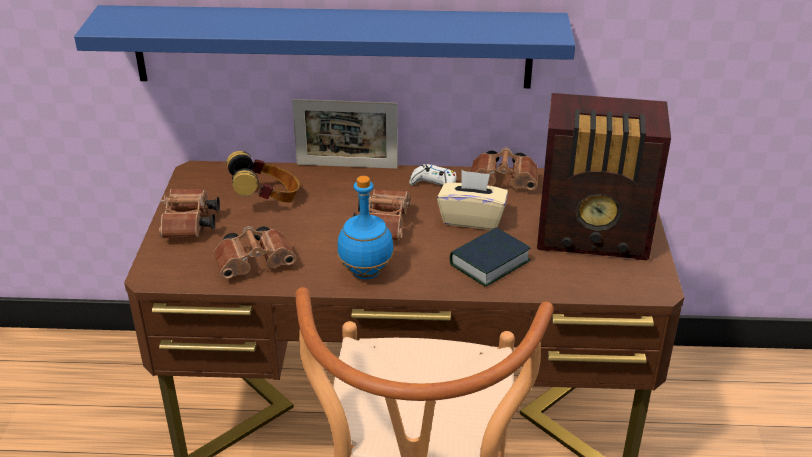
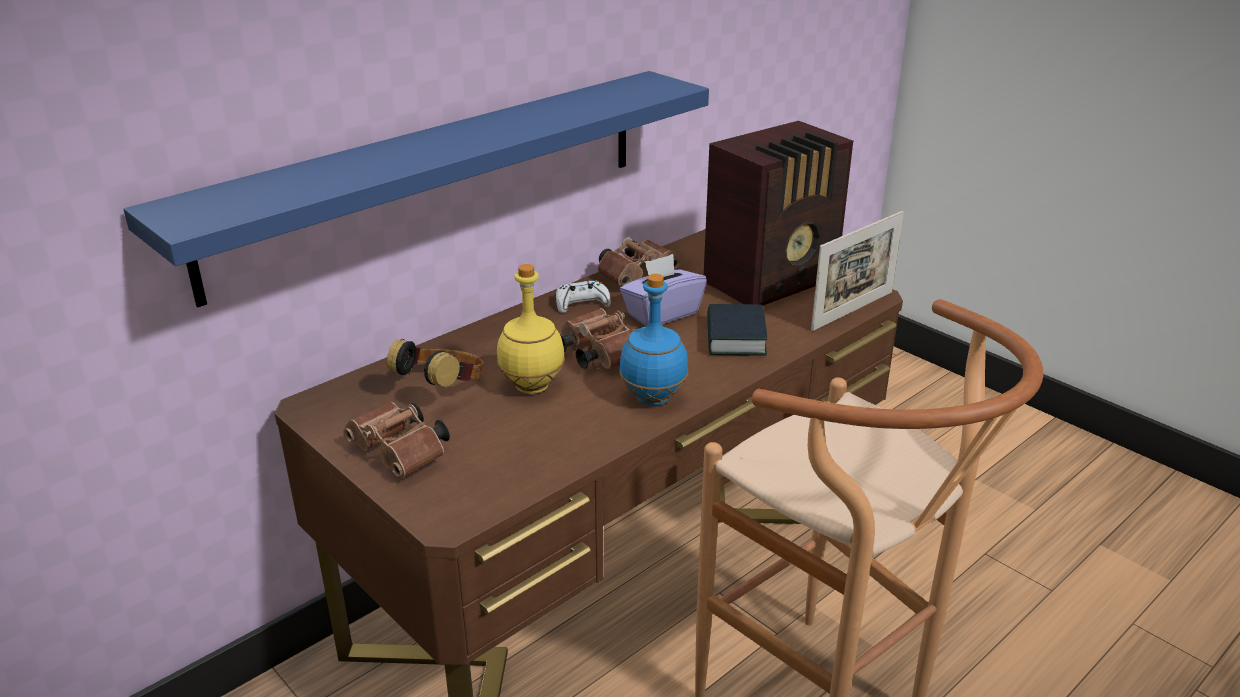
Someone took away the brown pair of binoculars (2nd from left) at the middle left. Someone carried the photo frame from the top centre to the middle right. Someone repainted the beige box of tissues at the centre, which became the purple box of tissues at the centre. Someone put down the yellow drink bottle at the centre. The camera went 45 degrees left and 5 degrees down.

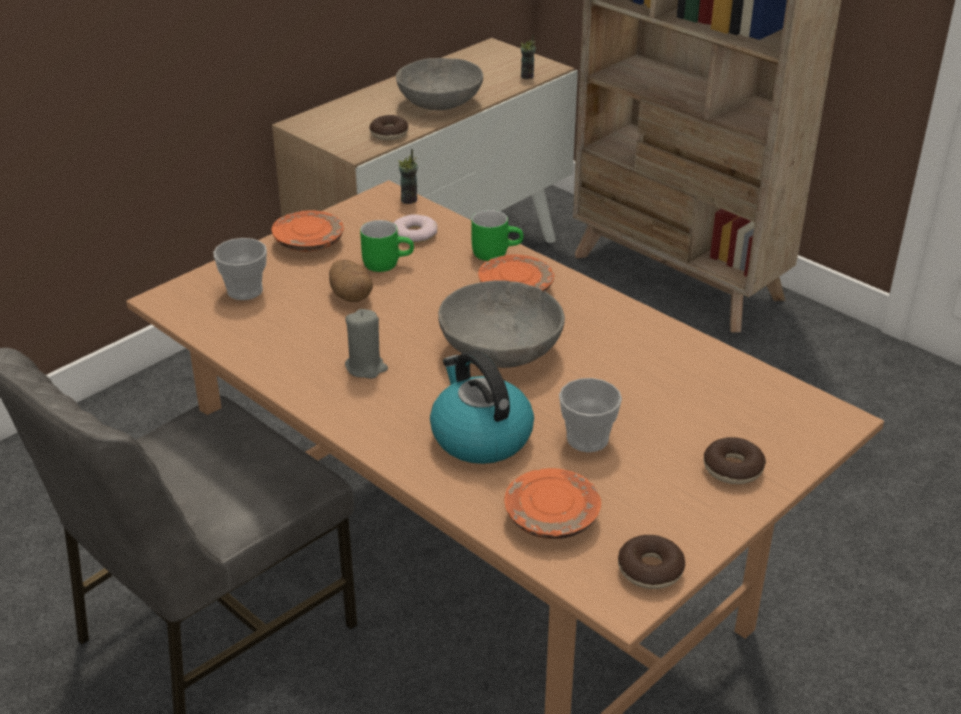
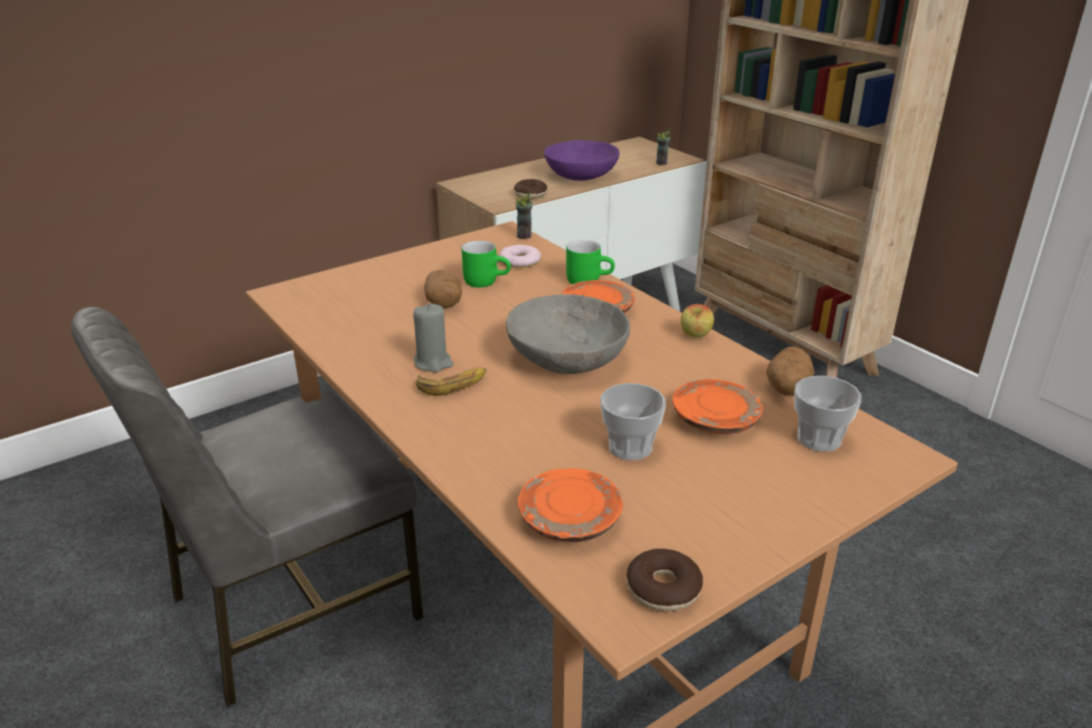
Someone carried the drinking cup (1st from left in the first image) from the middle left to the middle right. Someone carried the orangey dinner plate (1st from left in the first image) from the top left to the centre. Someone repainted the gray bowl (1st from left) at the top centre, which became the purple bowl at the top centre. Someone took away the kettle at the centre. Someone took away the ring doughnut (4th from left) at the middle right. Someone put down the banana at the centre. Someone put down the whole apple at the centre. Someone put down the whole potato (2nd from left) at the middle right. The camera went 10 degrees right and 5 degrees down.

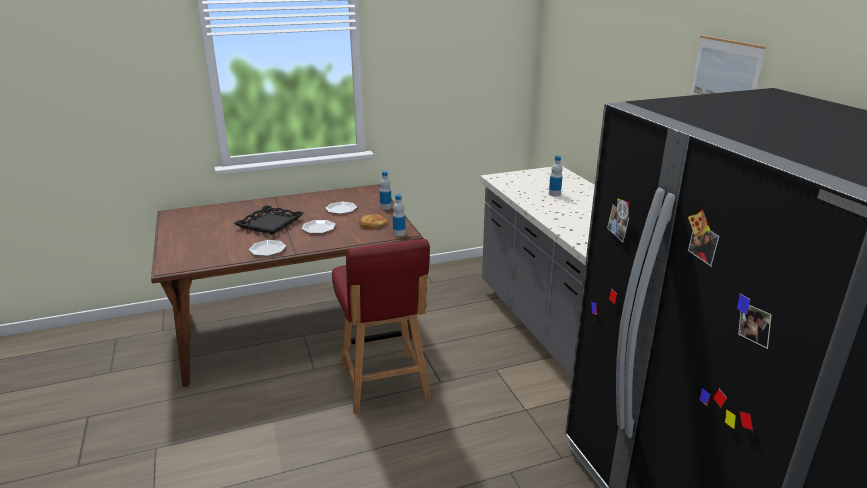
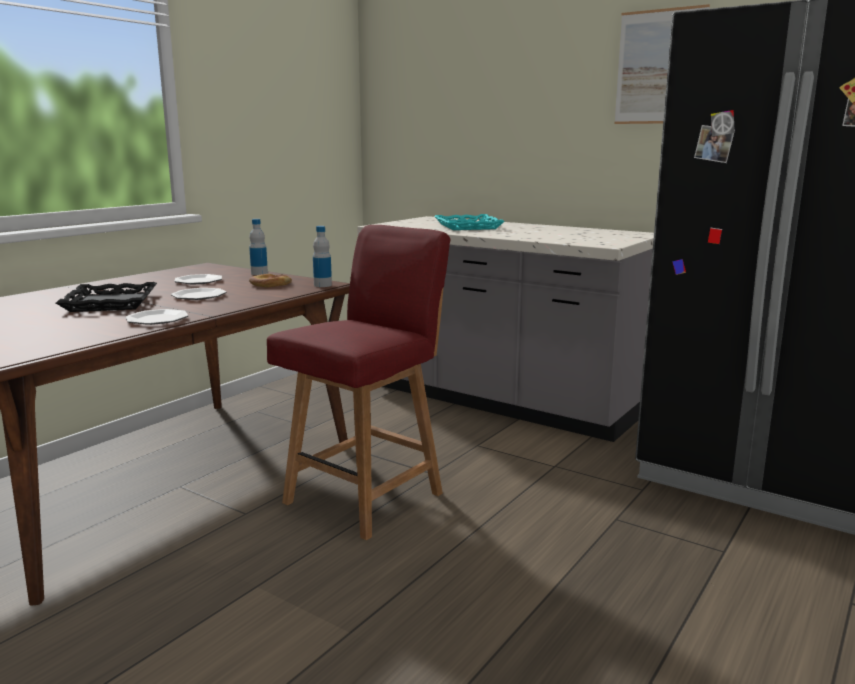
Someone rotated the red-coloured upright chair at the bottom centre by 90 degrees counterclockwise. Someone swapped the drink bottle (3rd from left) at the centre for the blue-green serving tray at the top centre. The camera went 35 degrees left and 10 degrees down.

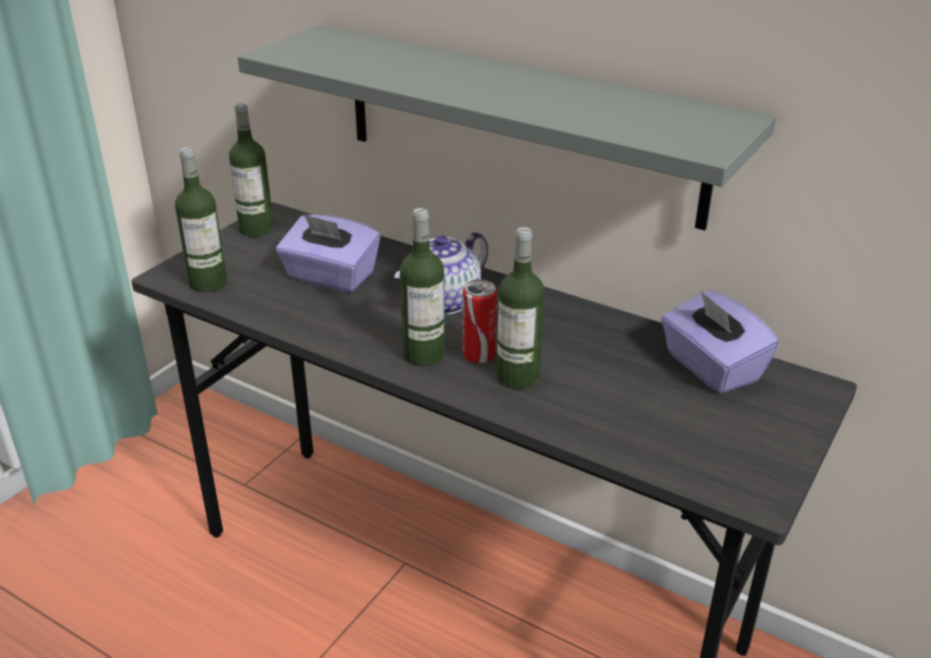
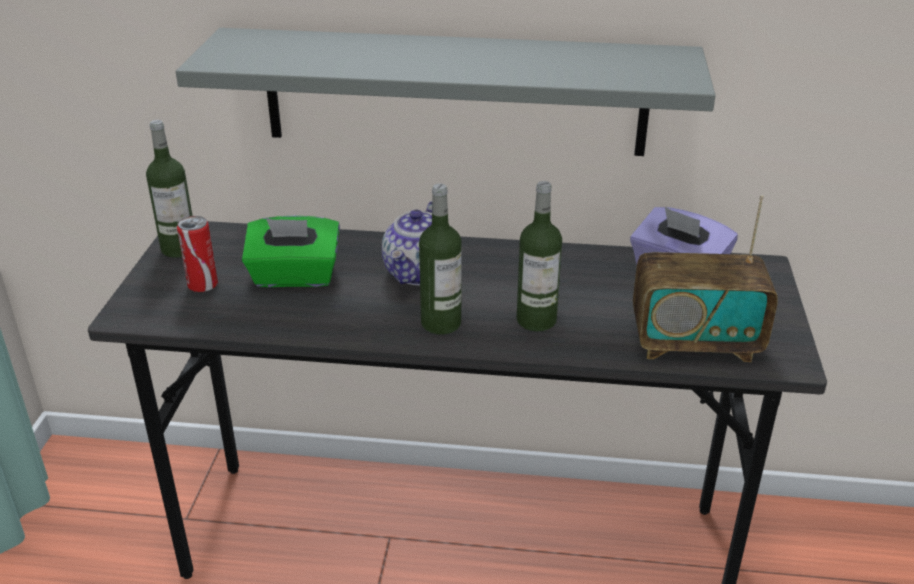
Someone took away the drink bottle (1st from left) at the top left. Someone repainted the purple box of tissues (1st from left) at the centre, which became the green-coloured box of tissues at the middle left. Someone carried the sealed can from the centre to the middle left. Someone put down the radio receiver at the middle right. The camera went 25 degrees left and 0 degrees up.

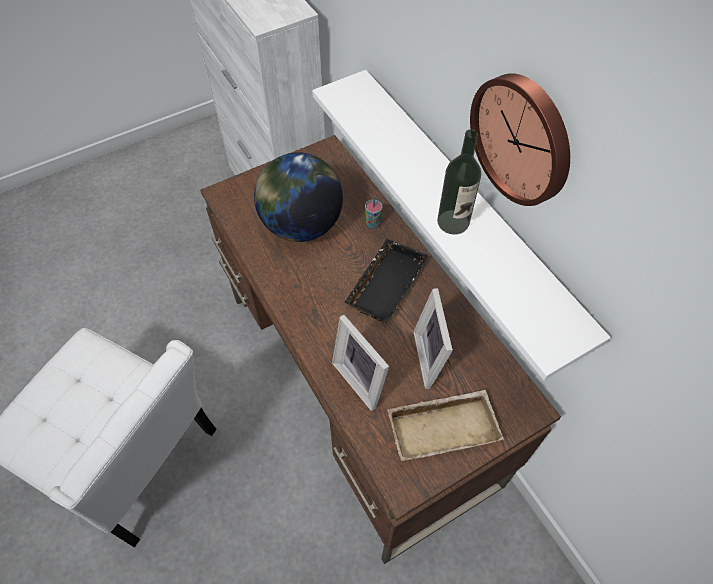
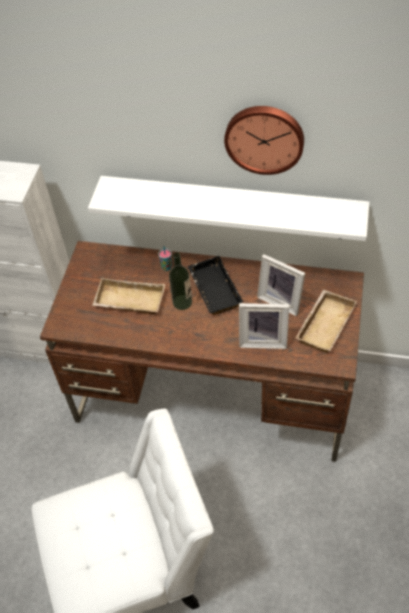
Someone swapped the world globe at the centre for the beige serving tray (1st from left) at the middle left. Someone carried the drink bottle from the top centre to the centre. The camera went 45 degrees left and 5 degrees down.

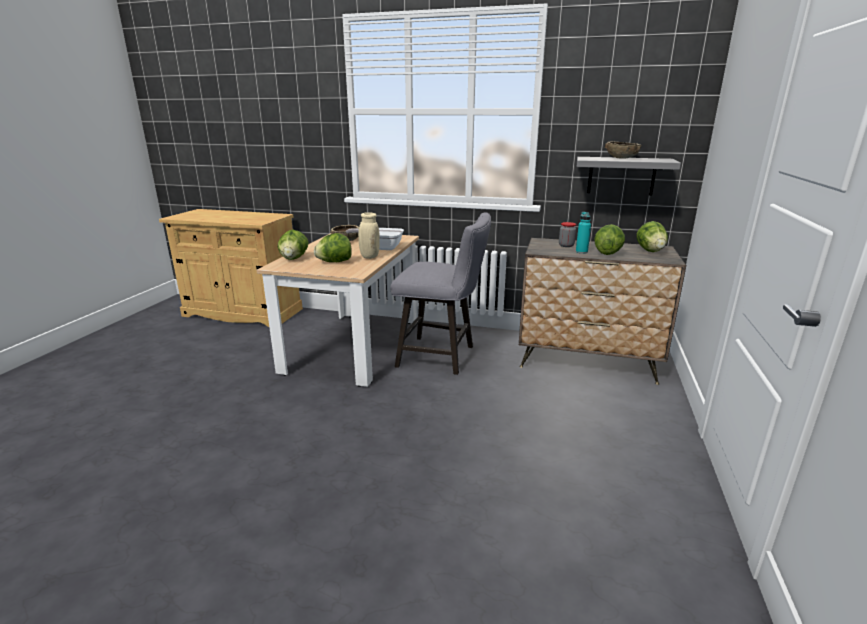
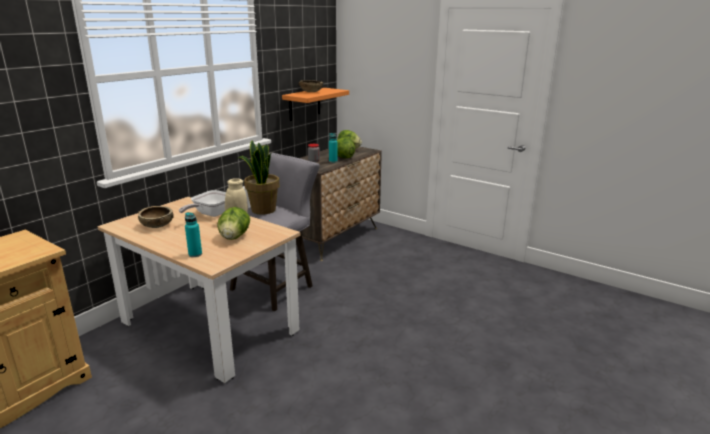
Someone swapped the lettuce (1st from left) at the centre for the blue-green drink bottle (1st from left) at the middle left. Someone repainted the gray wall shelf at the top right, which became the orangey wall shelf at the top centre. Someone put down the houseplant at the centre. The camera went 70 degrees left and 0 degrees up.

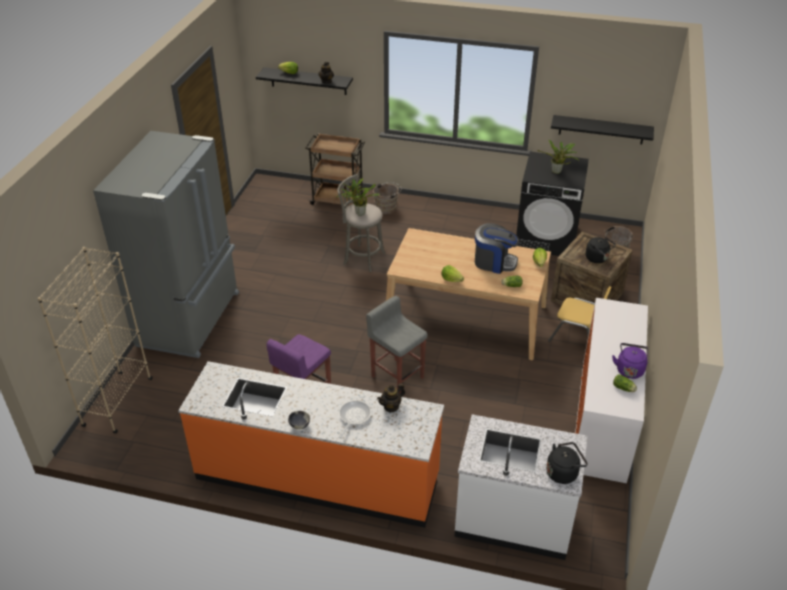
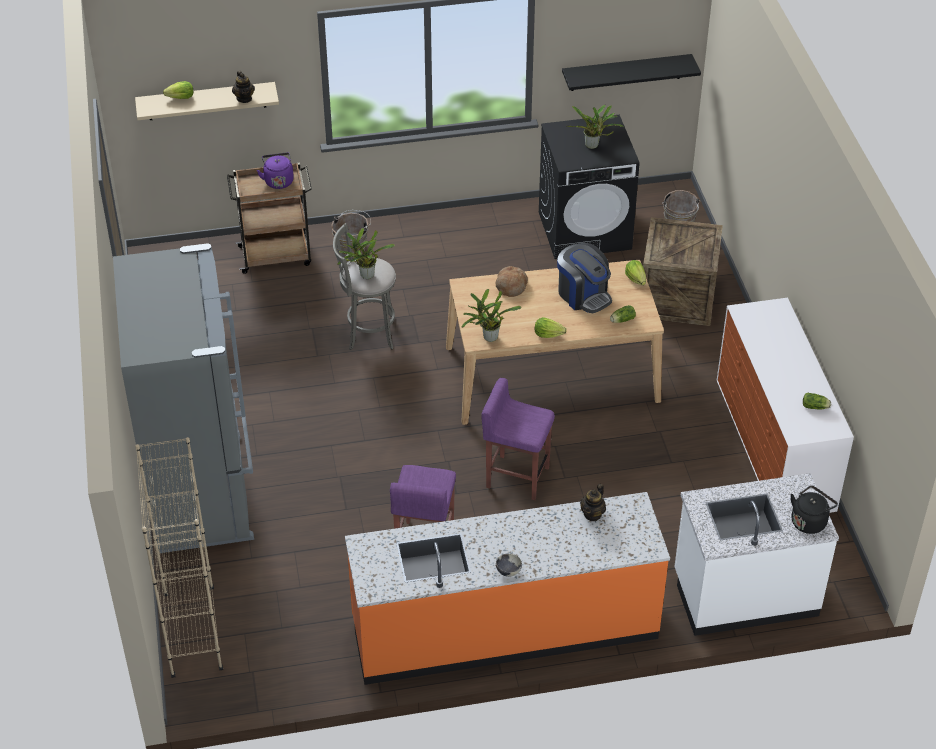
Someone repainted the black-coloured wall shelf (1st from left) at the top centre, which became the beige wall shelf at the top left. Someone took away the frying pan at the bottom centre. Someone repainted the gray stool (2nd from left) at the centre, which became the purple stool (2nd from left) at the centre. Someone rotated the coffee brewer at the centre by 60 degrees clockwise. Someone took away the yellow upright chair at the middle right. Someone took away the black-coloured kettle (2nd from left) at the middle right. Someone carried the purple kettle from the middle right to the top left. Someone put down the houseplant (2nd from left) at the centre. Someone put down the bread at the centre. The camera went 25 degrees left and 5 degrees up.

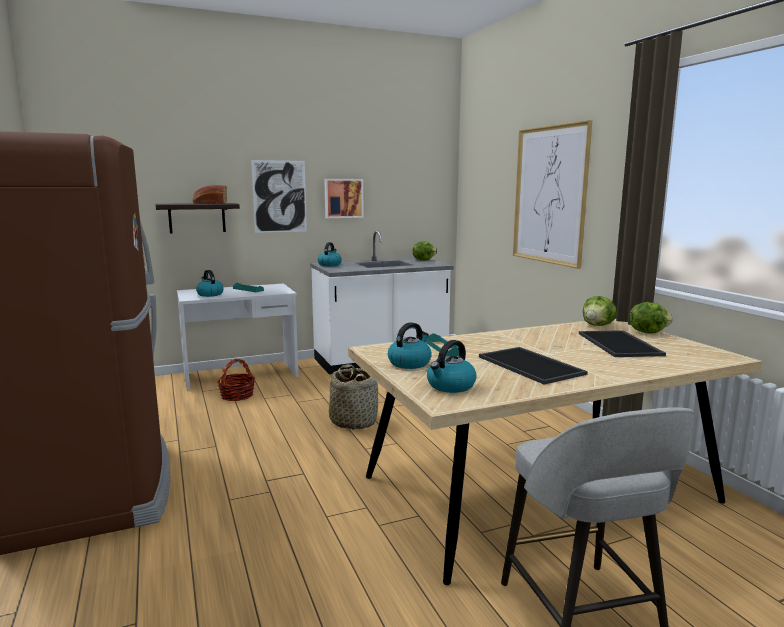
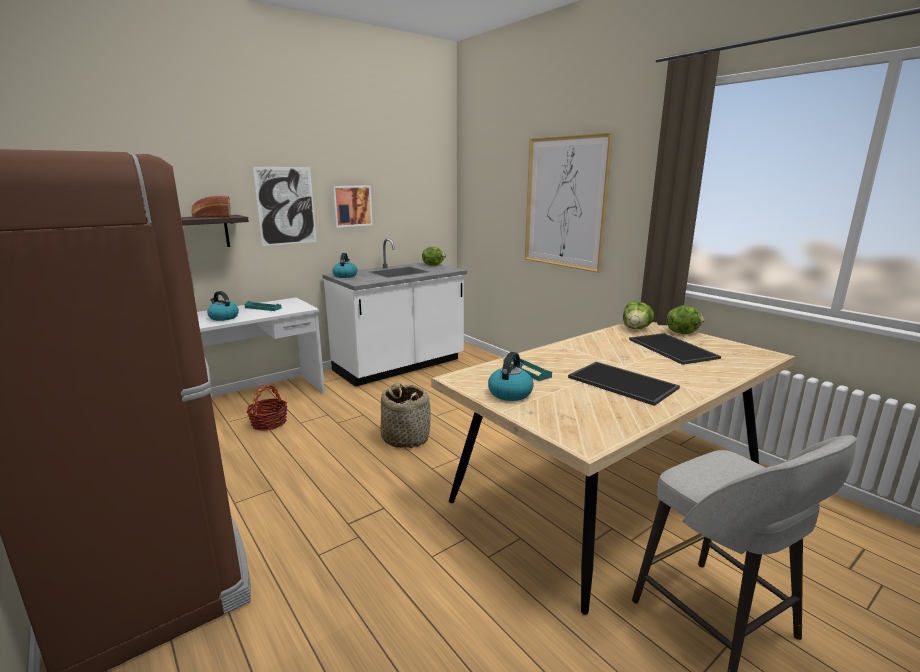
Someone took away the kettle (4th from left) at the centre. The camera went 15 degrees left and 5 degrees up.

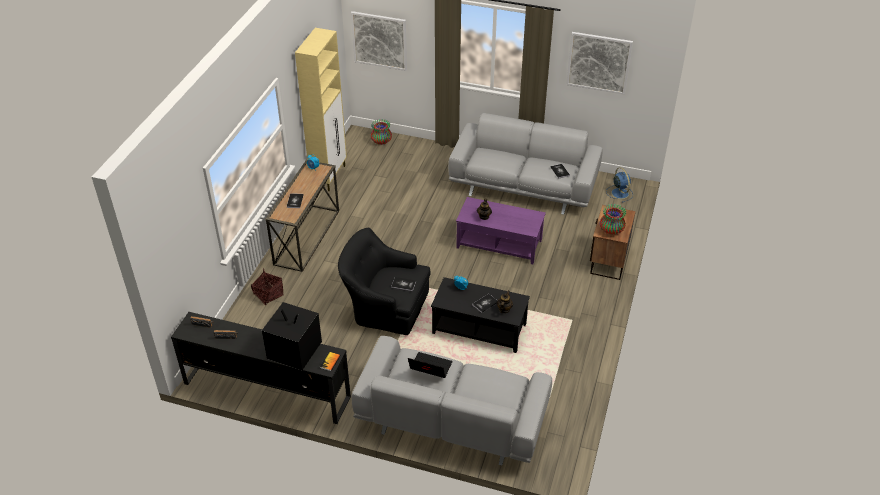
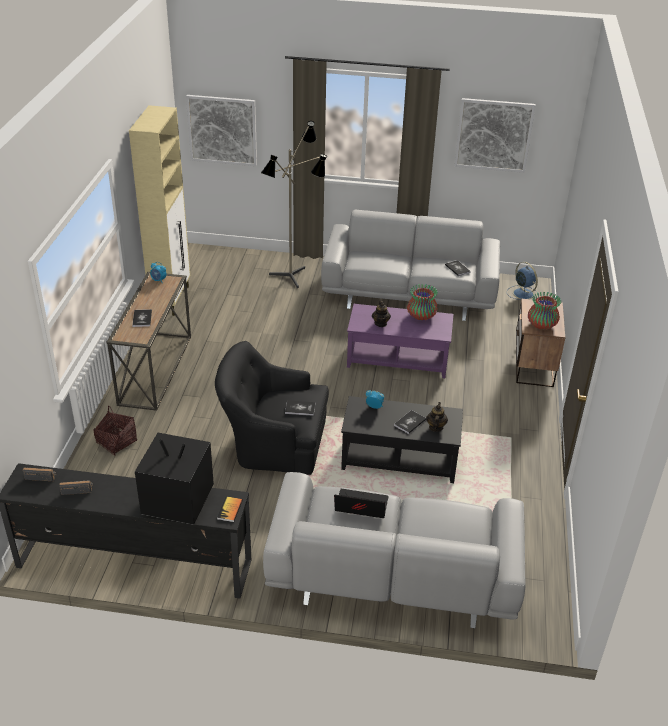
Someone carried the decorative vase (1st from left) from the top centre to the centre. Someone put down the standing lamp at the top centre. The camera went 10 degrees left and 5 degrees down.

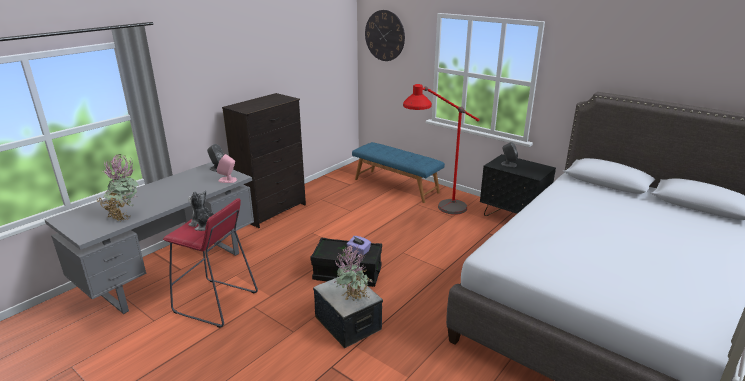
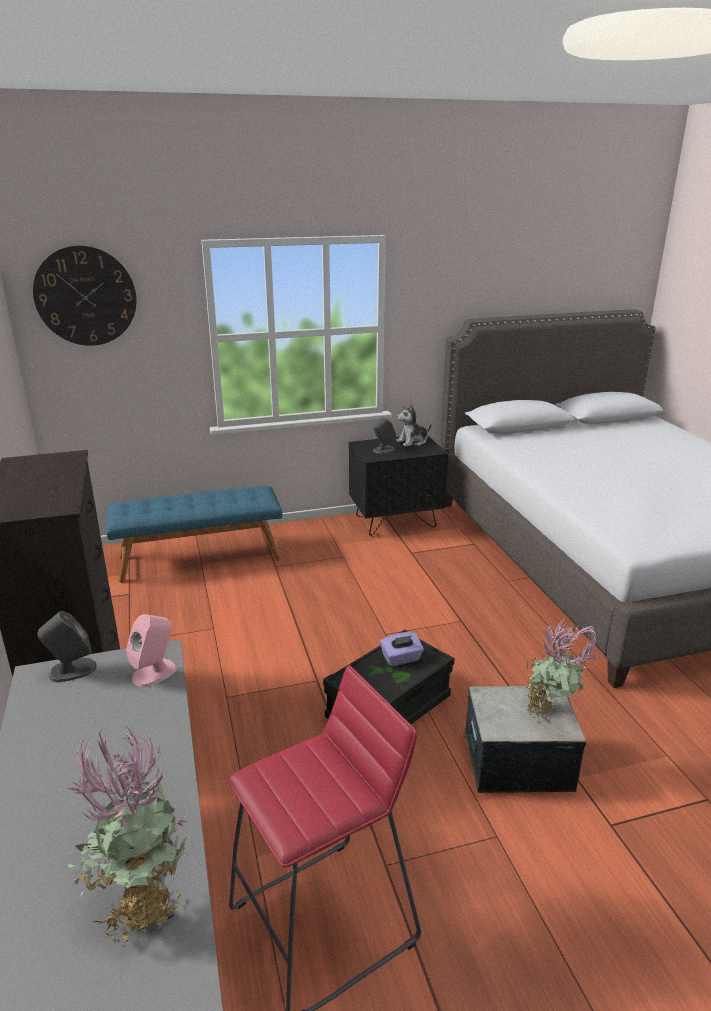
Someone carried the soft toy from the middle left to the centre. Someone took away the red-coloured standing lamp at the centre. The camera went 55 degrees left and 0 degrees up.

